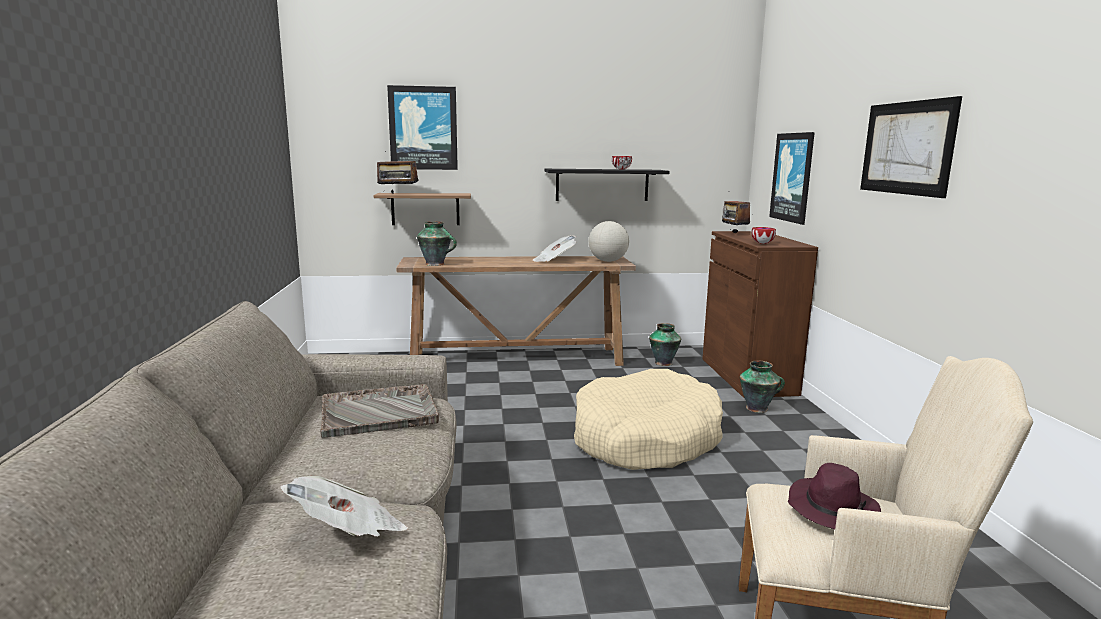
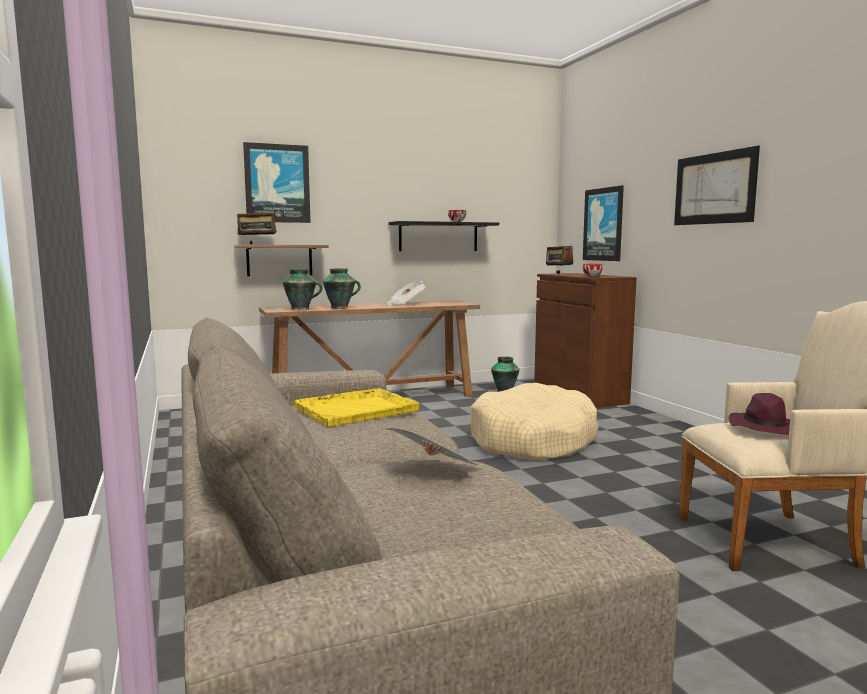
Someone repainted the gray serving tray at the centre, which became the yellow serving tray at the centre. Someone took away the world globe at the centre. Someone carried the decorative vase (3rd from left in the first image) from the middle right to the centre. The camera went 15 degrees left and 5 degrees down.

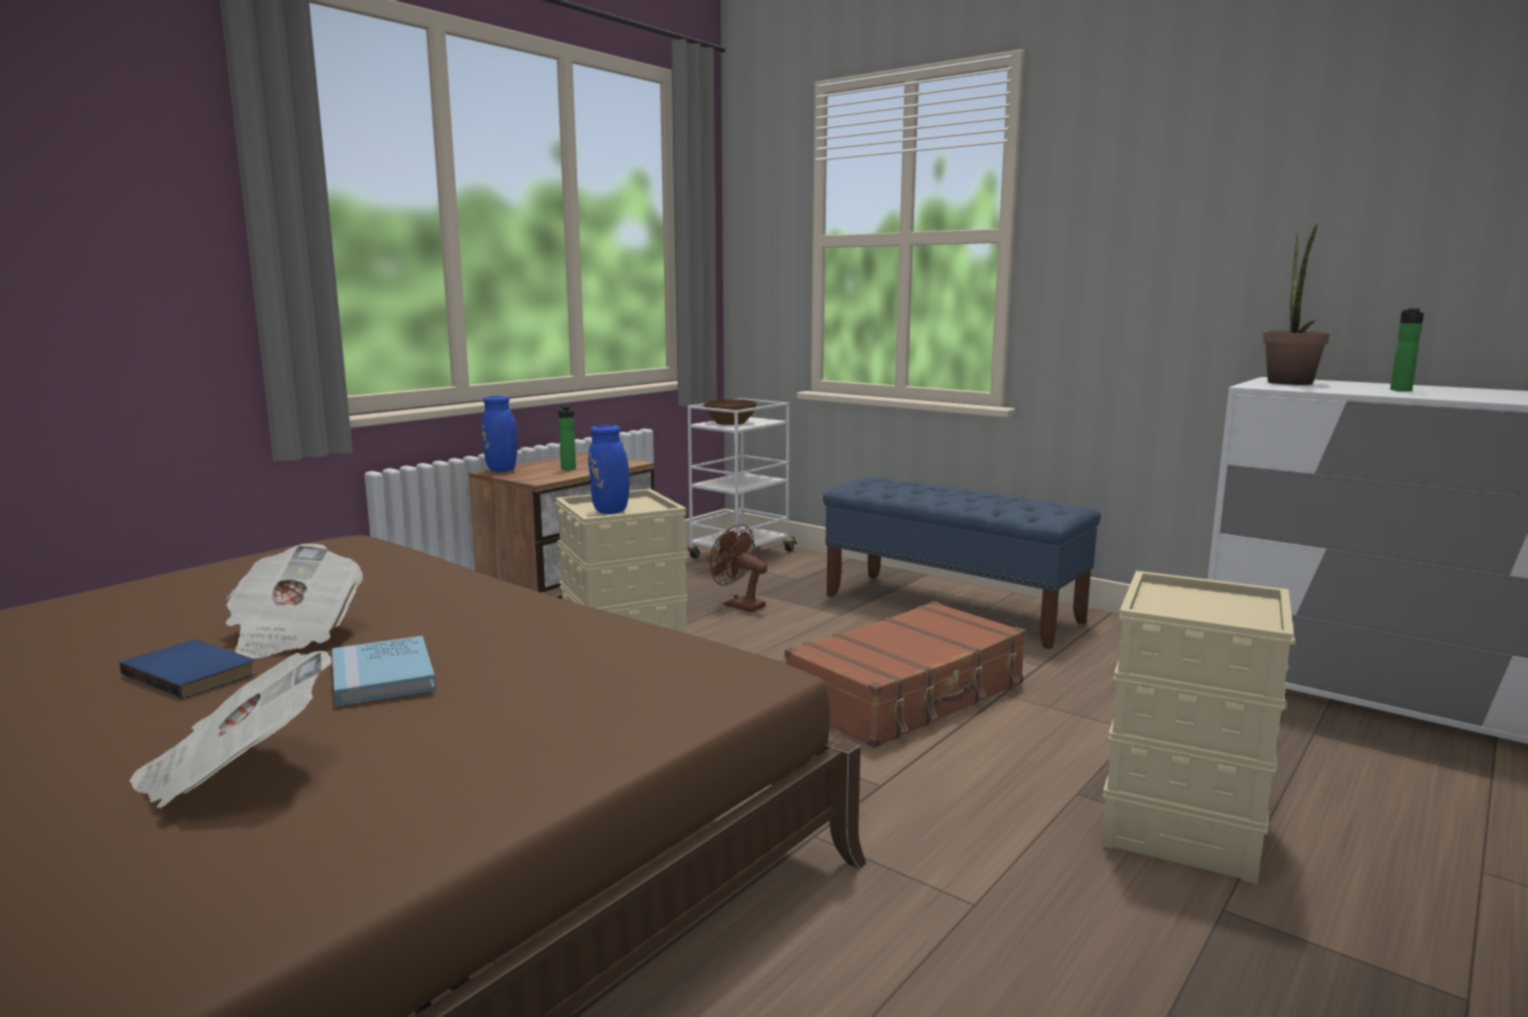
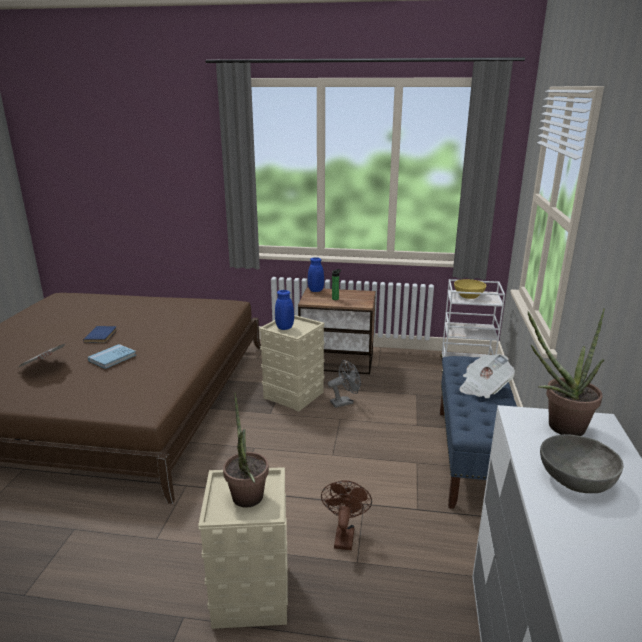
Someone carried the daily paper (2nd from left) from the middle left to the middle right. Someone repainted the brown bowl at the centre, which became the yellow bowl at the middle right. Someone carried the brown cooling fan from the centre to the bottom centre. Someone took away the brown piece of luggage at the centre. Someone swapped the drink bottle (2nd from left) at the middle right for the gray bowl at the bottom right. Someone put down the houseplant (1st from left) at the bottom centre. Someone put down the gray cooling fan at the centre. The camera went 60 degrees right and 10 degrees up.

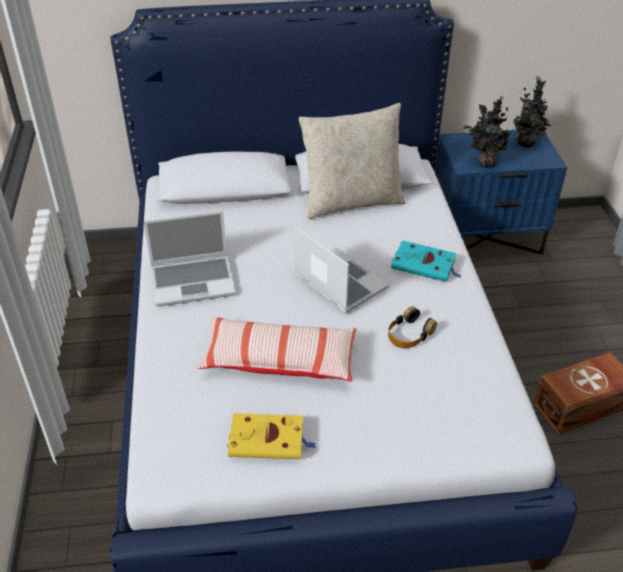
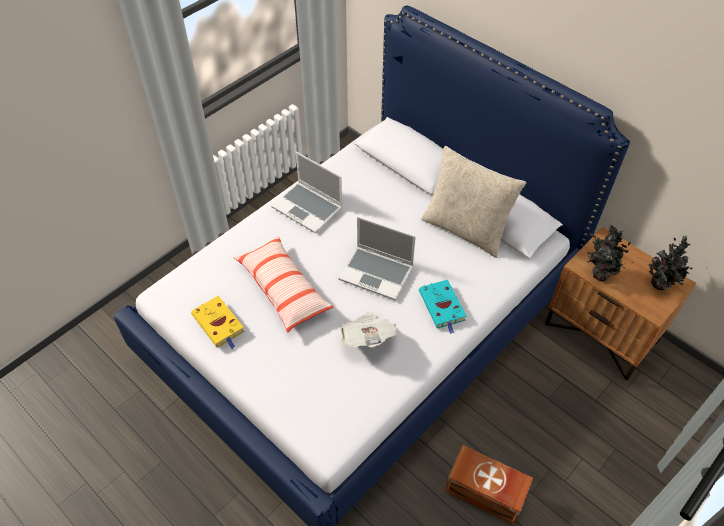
Someone rotated the notebook computer (2nd from left) at the centre by 105 degrees clockwise. Someone swapped the headphones at the centre for the daily paper at the centre. Someone repainted the bluish bedside table at the middle right, which became the brown bedside table at the middle right. The camera went 50 degrees right and 10 degrees up.

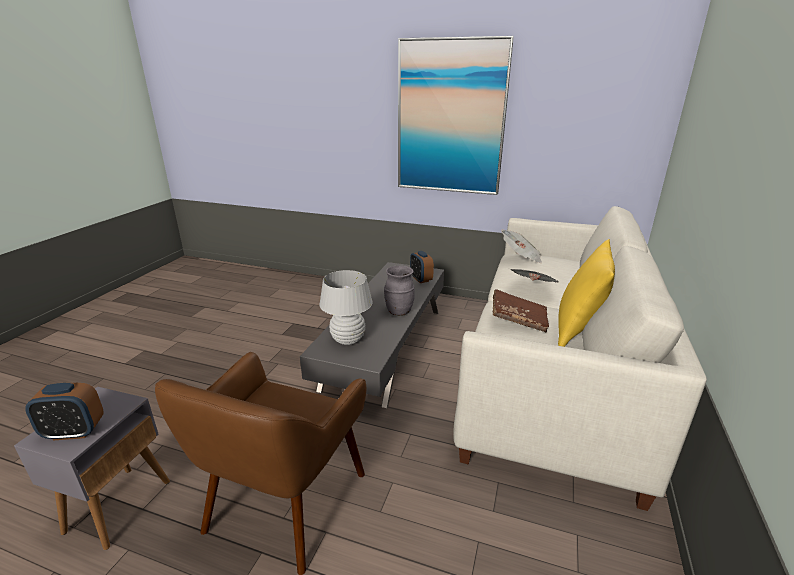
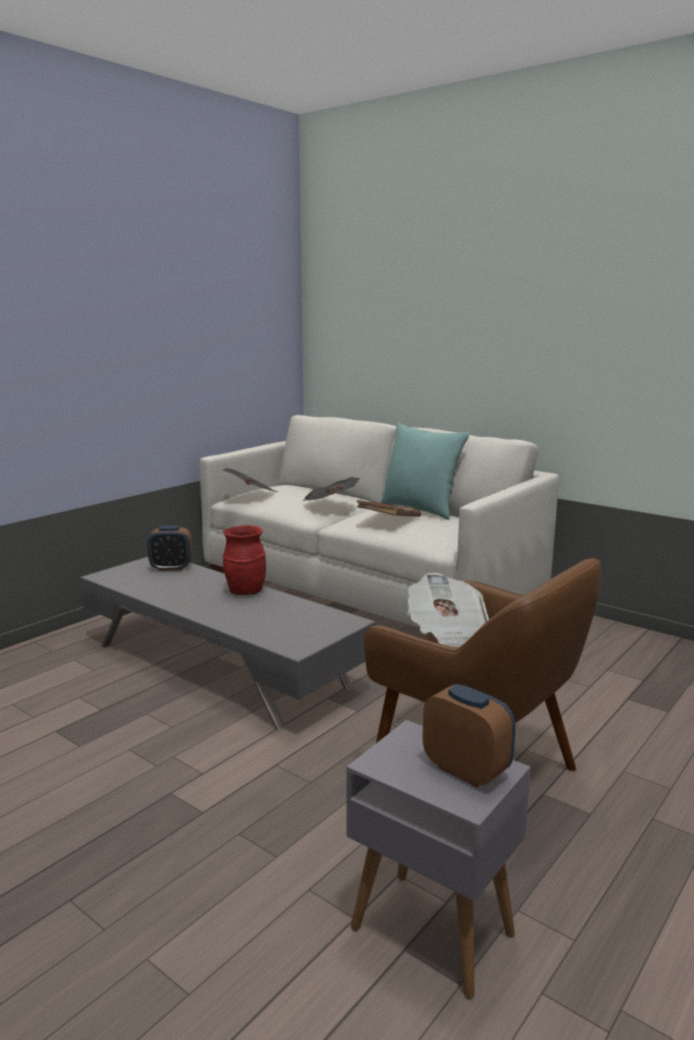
Someone rotated the alarm clock (1st from left in the first image) at the bottom left by 60 degrees counterclockwise. Someone took away the whitish tabletop lamp at the centre. Someone repainted the gray decorative vase at the centre, which became the red-coloured decorative vase at the centre. Someone took away the picture at the top centre. Someone repainted the yellow cushion at the middle right, which became the blue-green cushion at the centre. Someone put down the daily paper (3rd from left) at the centre. The camera went 70 degrees left and 10 degrees down.

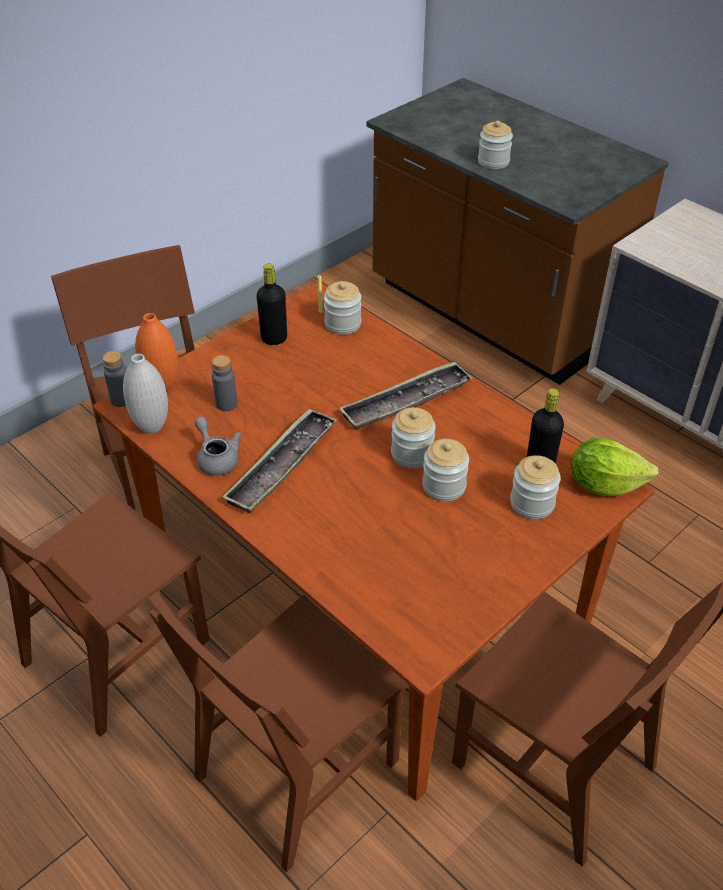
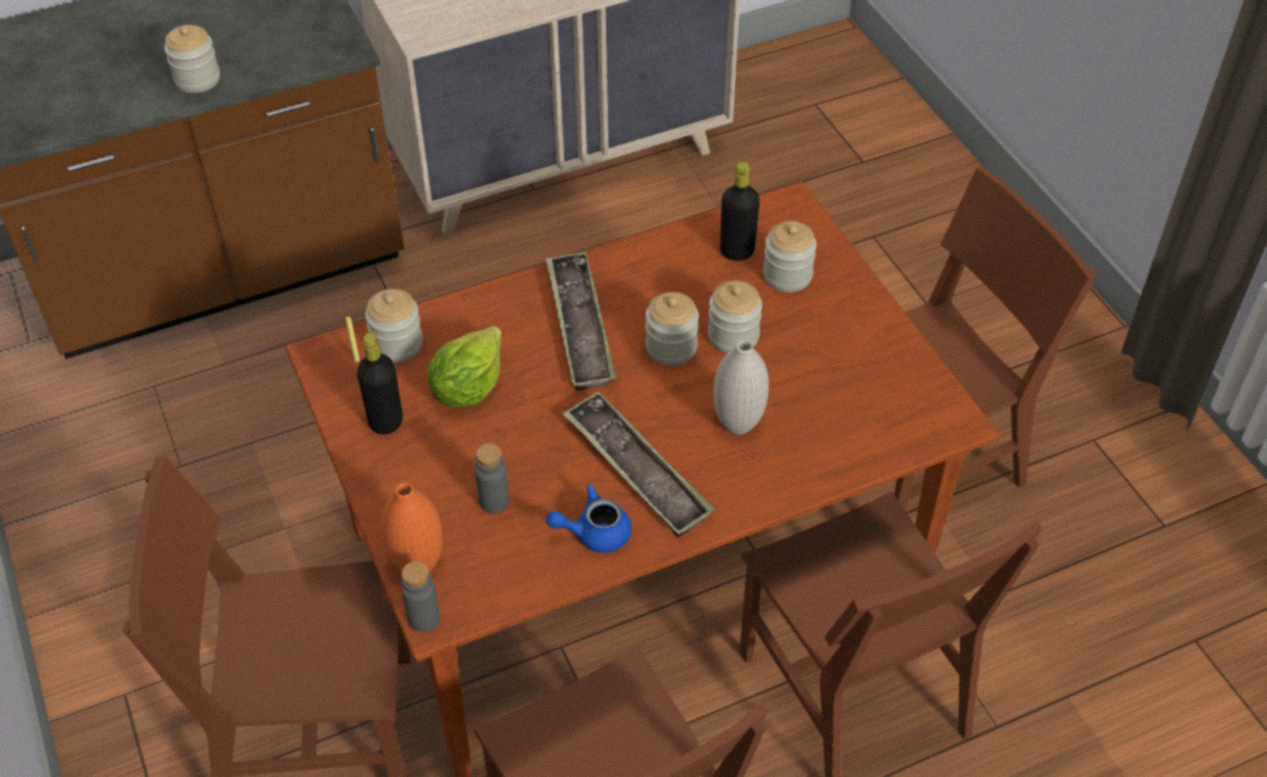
Someone carried the whitish decorative vase from the middle left to the centre. Someone repainted the gray teapot at the middle left, which became the bluish teapot at the bottom centre. Someone carried the lettuce from the middle right to the centre. The camera went 70 degrees left and 5 degrees up.

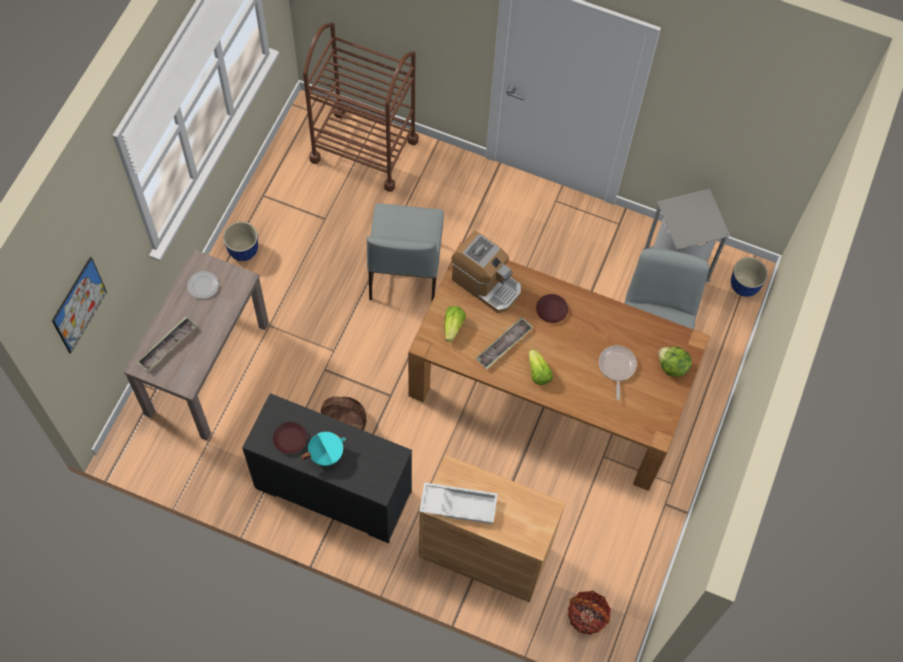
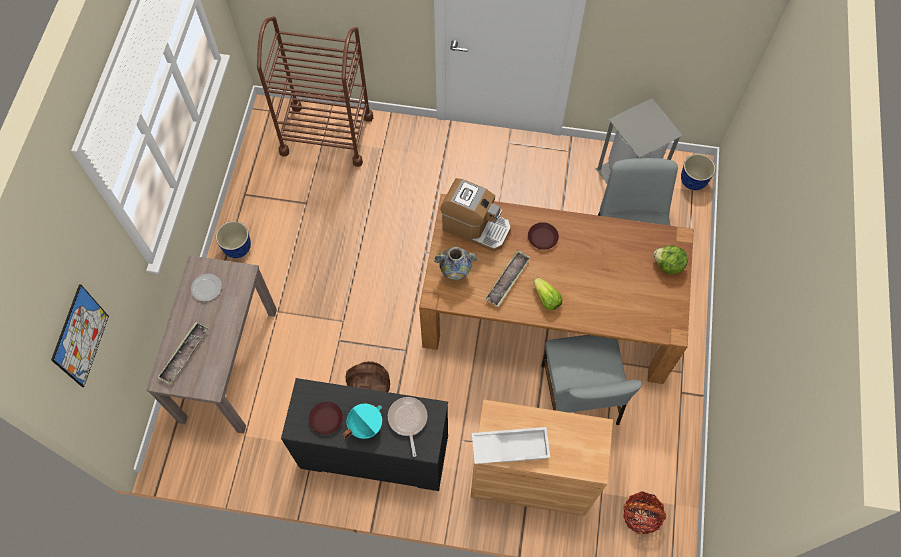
Someone carried the gray upright chair (1st from left) from the centre to the bottom centre. Someone swapped the lettuce (1st from left) at the centre for the decorative vase at the centre. Someone carried the frying pan from the middle right to the bottom centre. The camera went 10 degrees left and 0 degrees up.

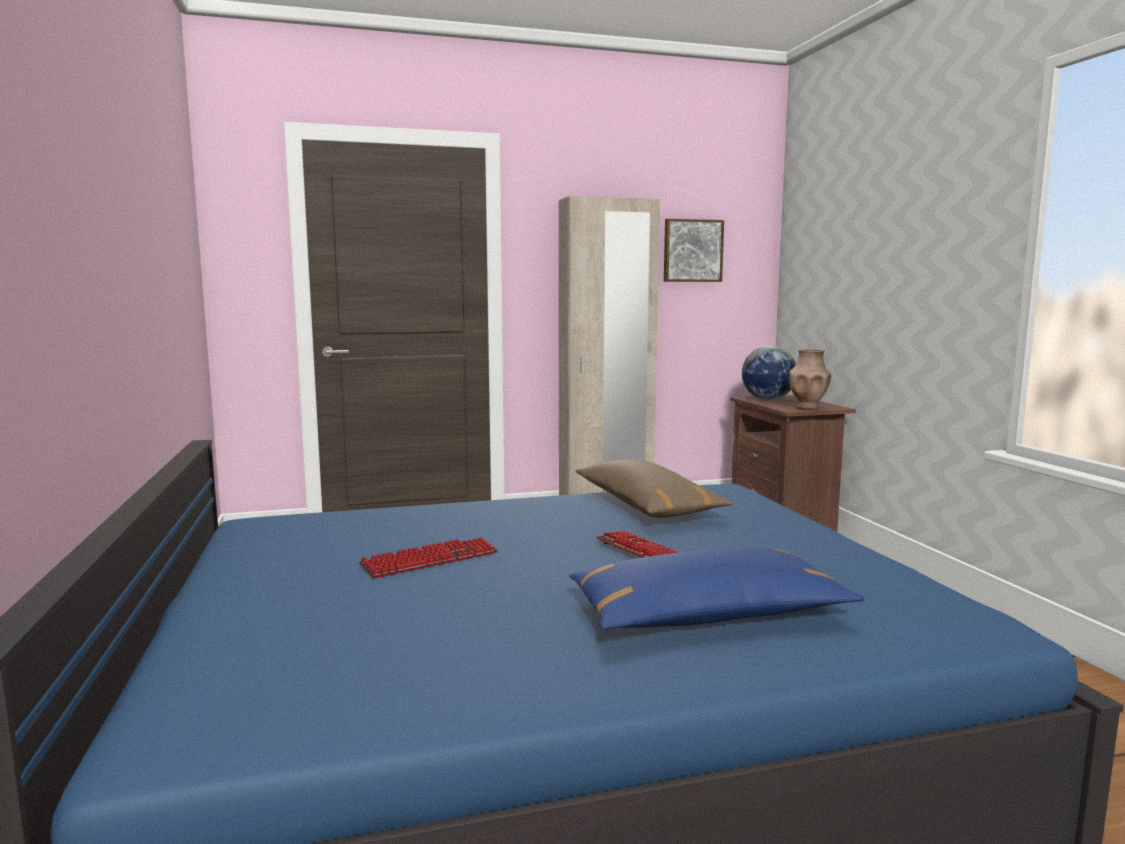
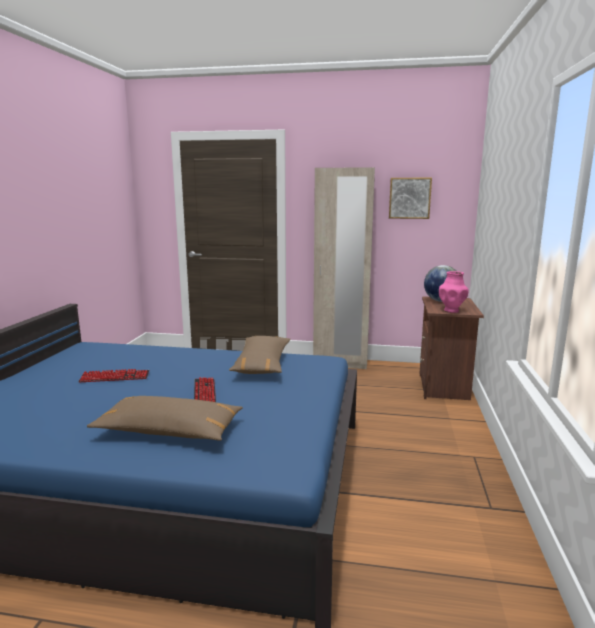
Someone repainted the bluish cushion at the bottom centre, which became the brown cushion (1st from left) at the middle left. Someone repainted the brown decorative vase at the middle right, which became the pink-coloured decorative vase at the middle right. The camera went 25 degrees right and 5 degrees up.

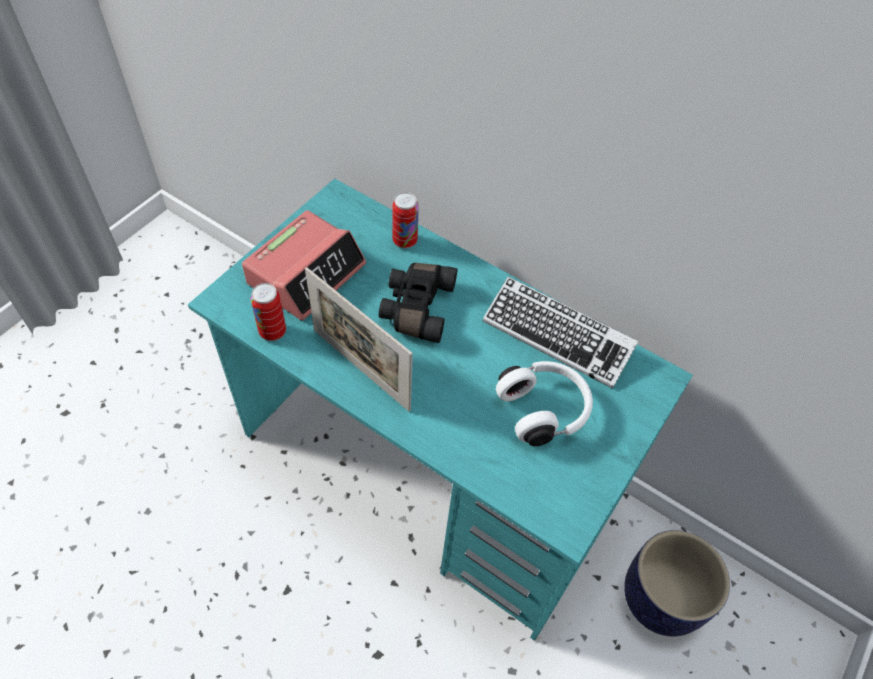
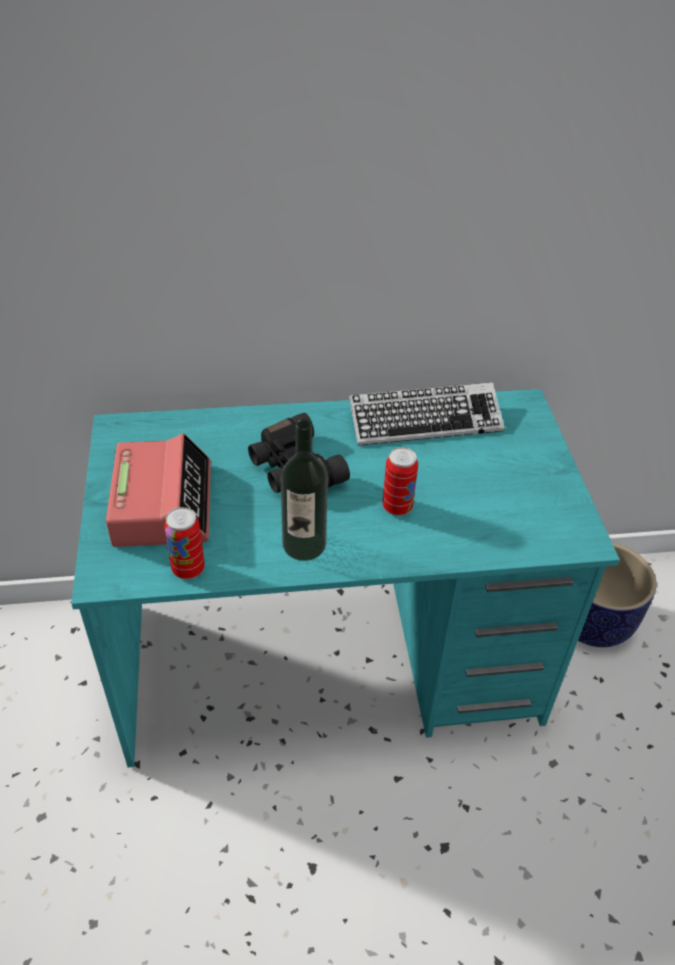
Someone swapped the photo frame at the centre for the drink bottle at the centre. Someone carried the sealed can (2nd from left) from the top centre to the centre. Someone took away the whitish headphones at the centre. The camera went 40 degrees left and 10 degrees down.

